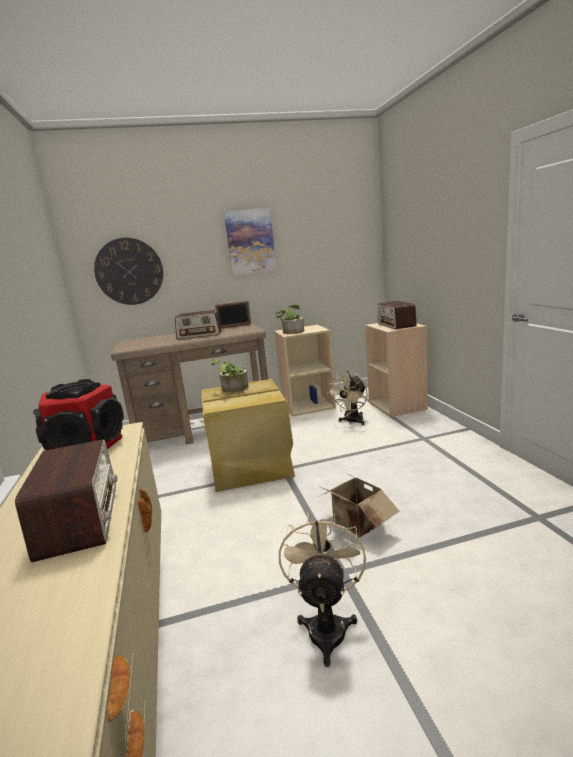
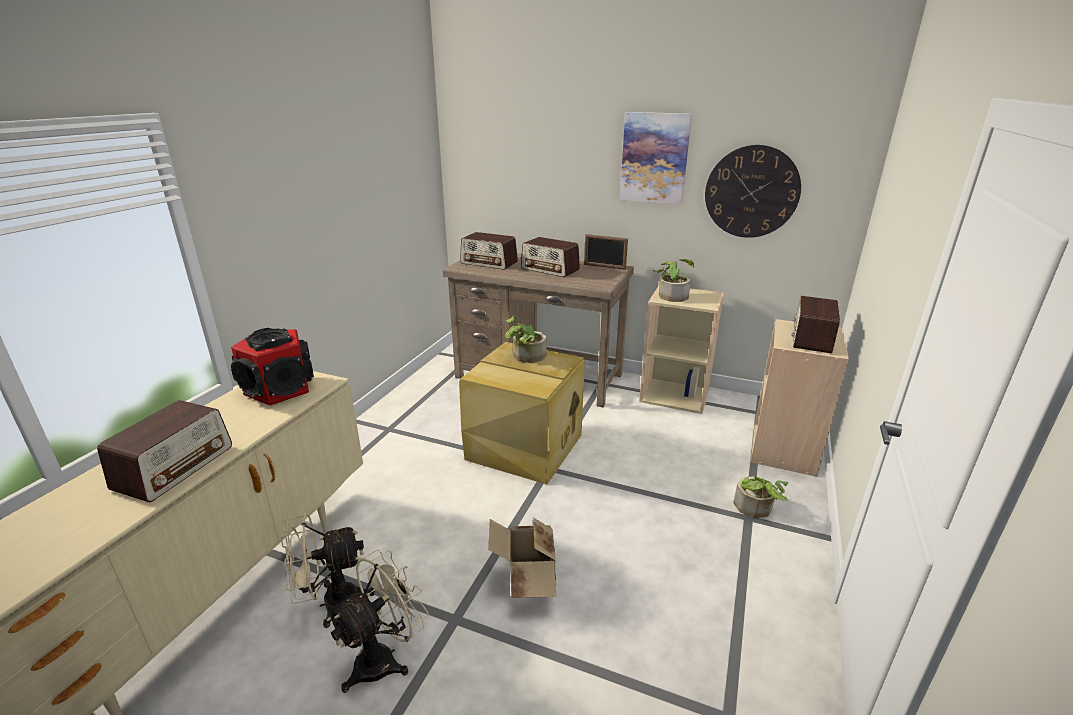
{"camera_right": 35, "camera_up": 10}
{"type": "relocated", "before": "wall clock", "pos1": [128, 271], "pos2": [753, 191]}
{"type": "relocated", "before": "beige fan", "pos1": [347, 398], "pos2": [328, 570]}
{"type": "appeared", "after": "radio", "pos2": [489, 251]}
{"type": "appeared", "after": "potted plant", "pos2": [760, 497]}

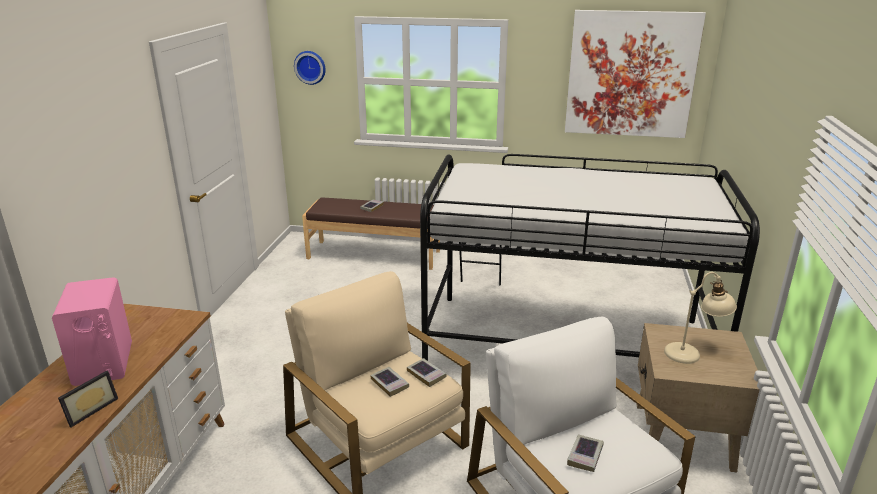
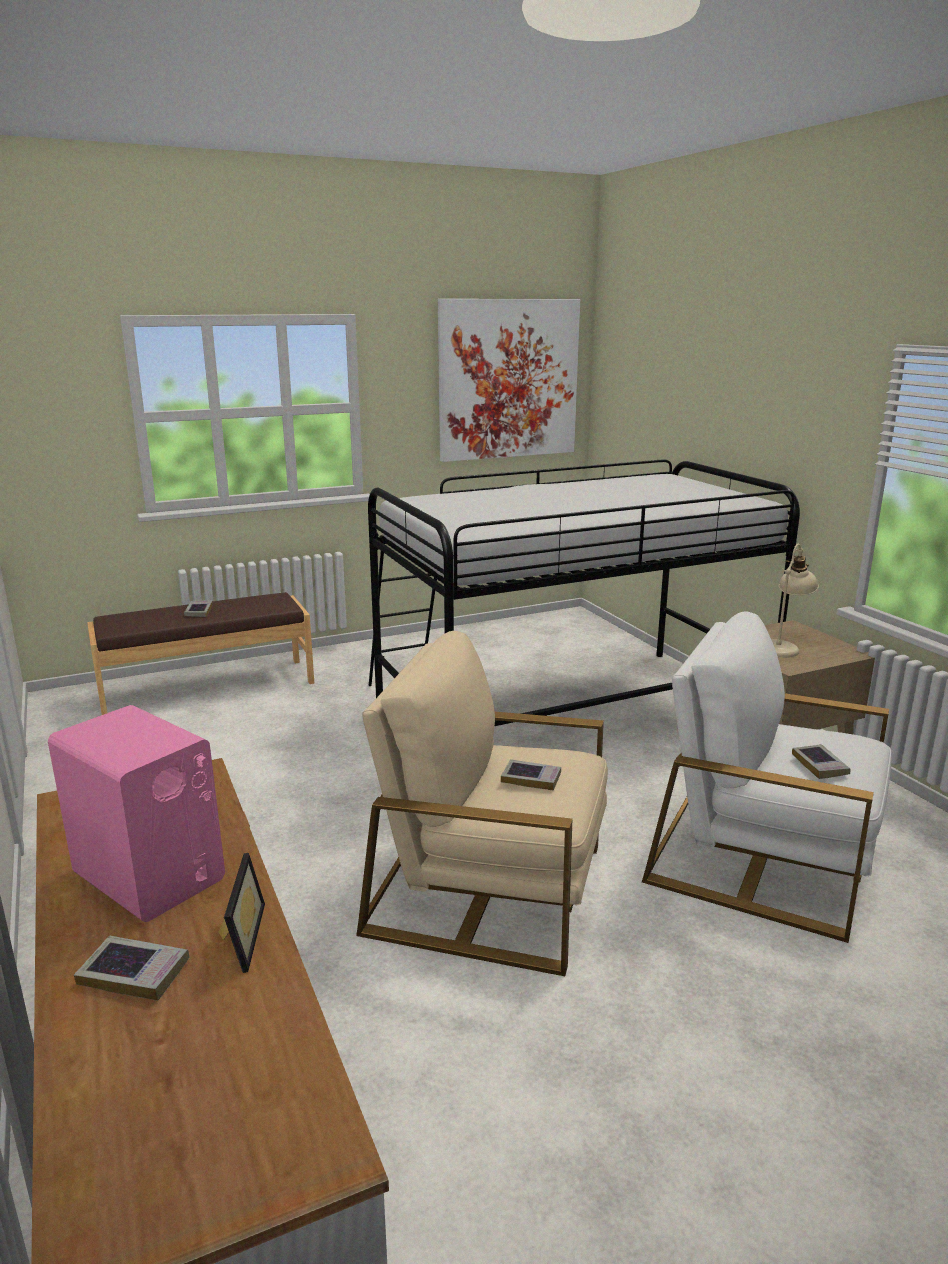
{"camera_right": -35, "camera_up": -5}
{"type": "missing", "before": "wall clock", "pos1": [310, 68]}
{"type": "relocated", "before": "book", "pos1": [427, 372], "pos2": [131, 968]}

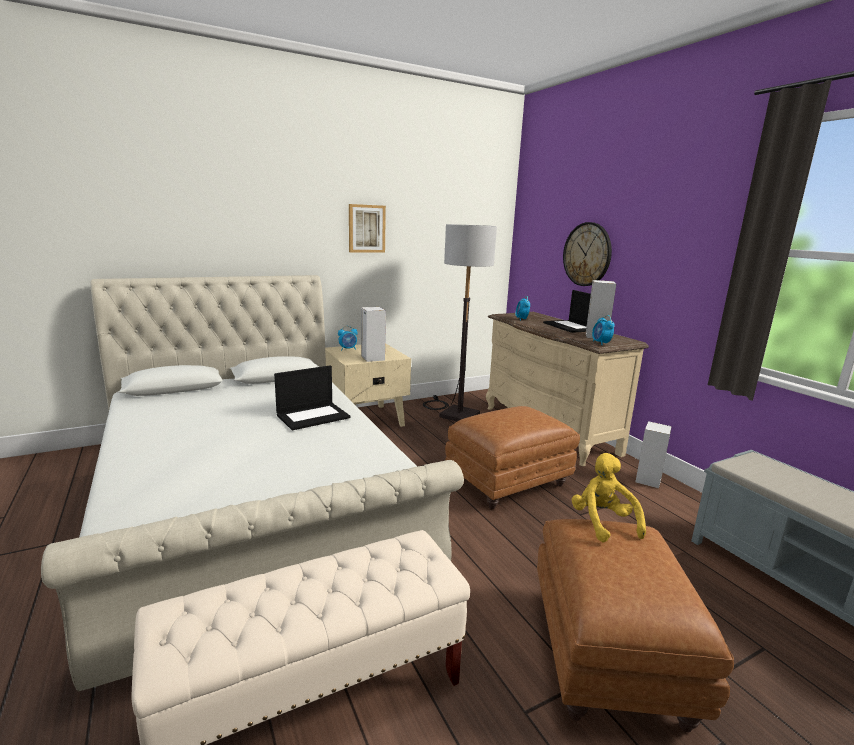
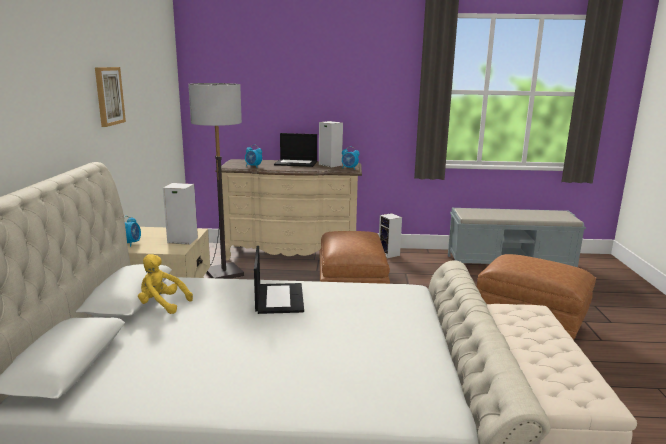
{"camera_right": -60, "camera_up": 0}
{"type": "missing", "before": "wall clock", "pos1": [587, 254]}
{"type": "relocated", "before": "yellow plush toy", "pos1": [609, 497], "pos2": [165, 284]}

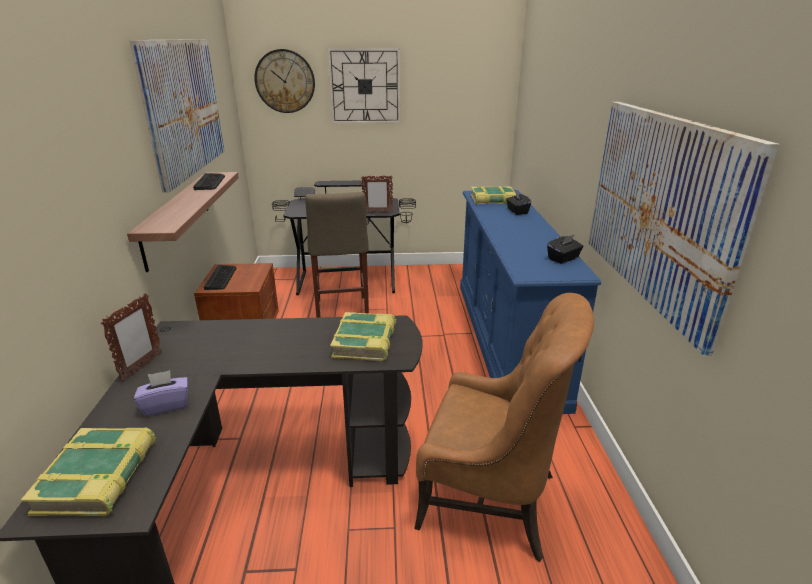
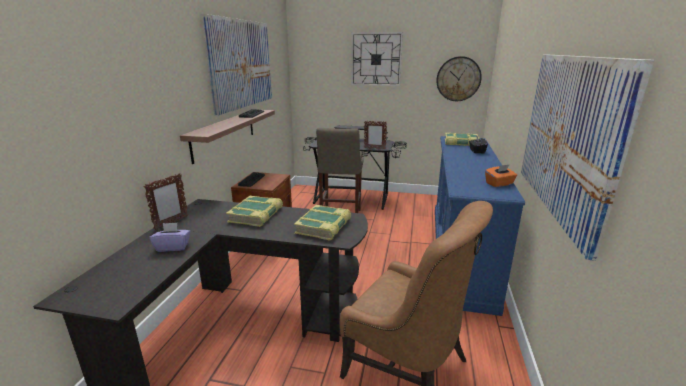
{"camera_right": 15, "camera_up": -5}
{"type": "relocated", "before": "book", "pos1": [88, 471], "pos2": [254, 211]}
{"type": "relocated", "before": "wall clock", "pos1": [284, 81], "pos2": [459, 78]}
{"type": "colour", "before": "black tissue box", "after": "orange tissue box", "pos1": [565, 249], "pos2": [501, 175]}

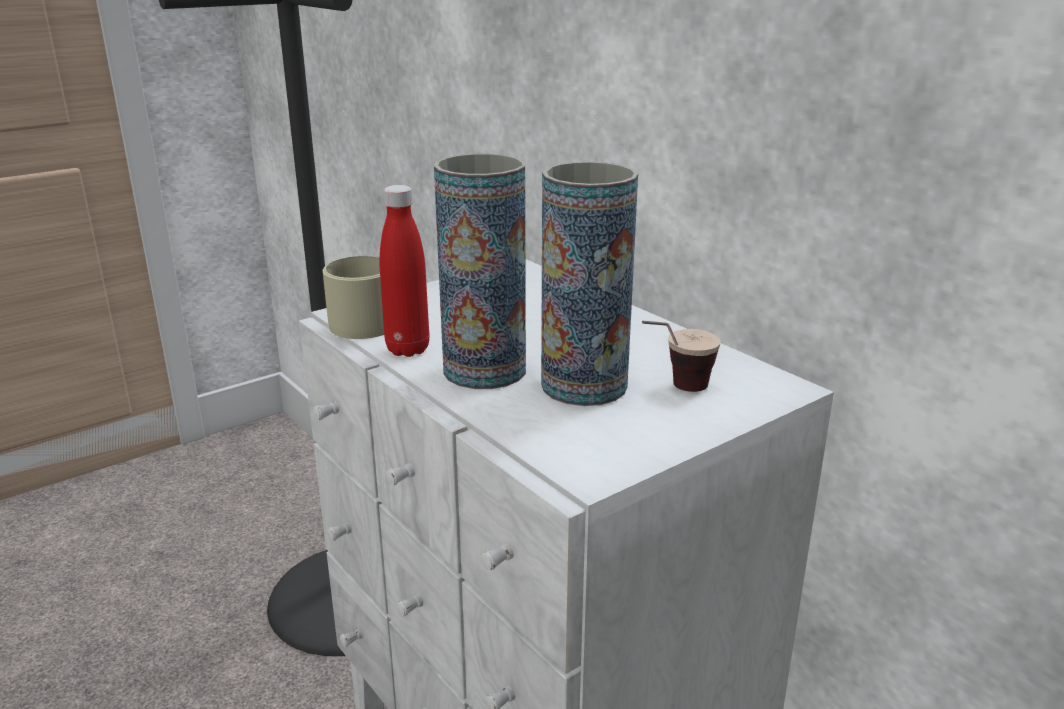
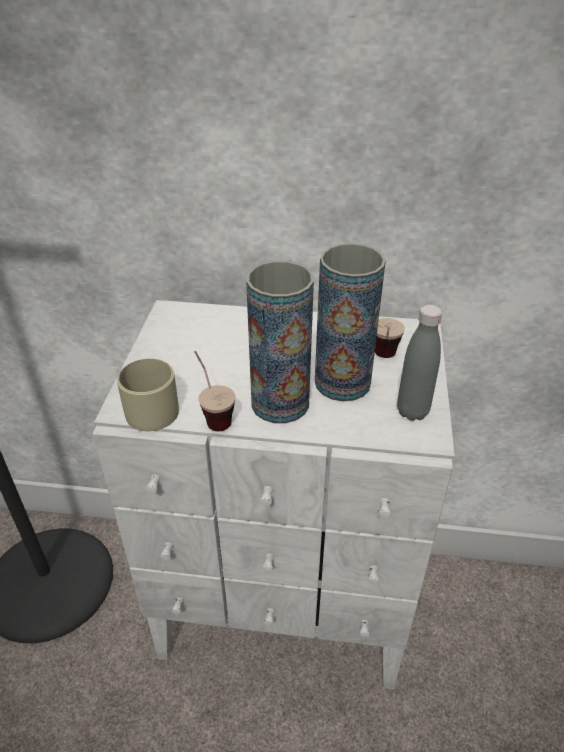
{"camera_right": -45, "camera_up": 15}
{"type": "exchanged", "before": "red bottle", "after": "cup", "pos1": [404, 271], "pos2": [215, 391]}
{"type": "appeared", "after": "grey bottle", "pos2": [419, 363]}

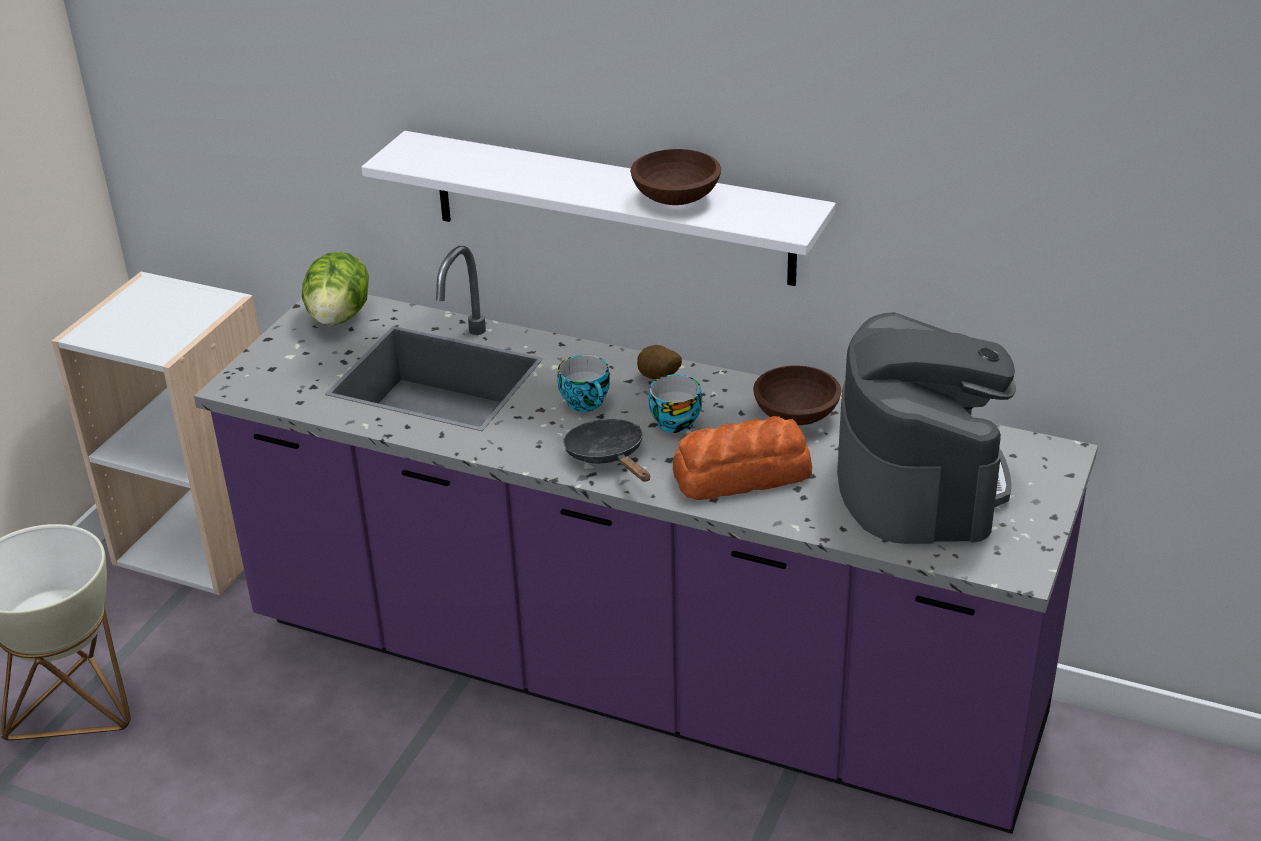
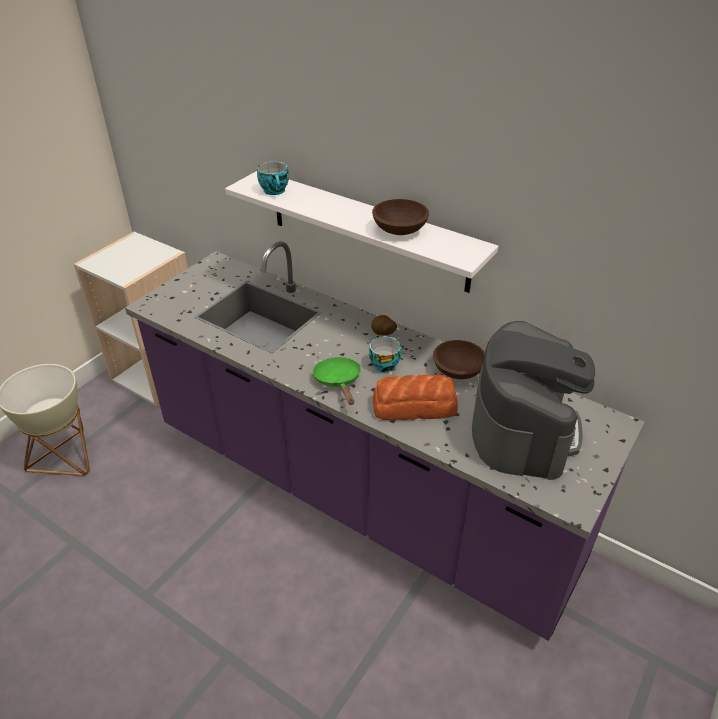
{"camera_right": 10, "camera_up": 5}
{"type": "missing", "before": "lettuce", "pos1": [335, 288]}
{"type": "relocated", "before": "cup", "pos1": [583, 383], "pos2": [273, 178]}
{"type": "colour", "before": "black frying pan", "after": "green frying pan", "pos1": [606, 450], "pos2": [336, 381]}

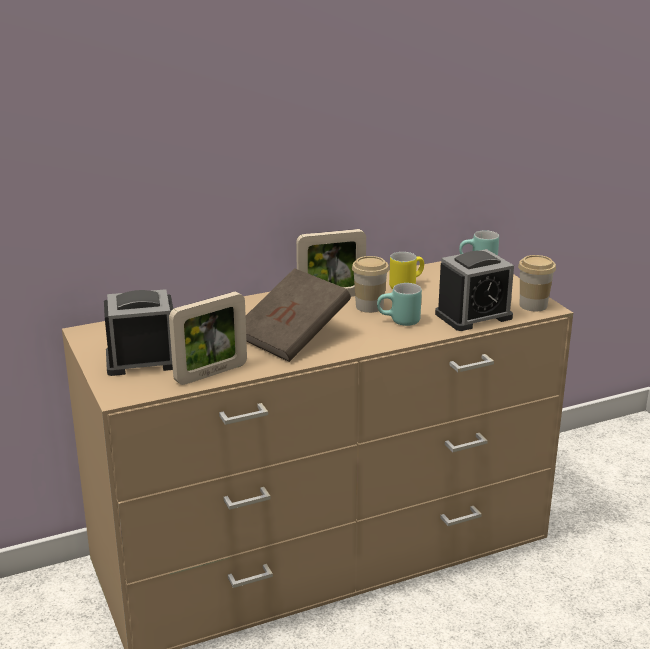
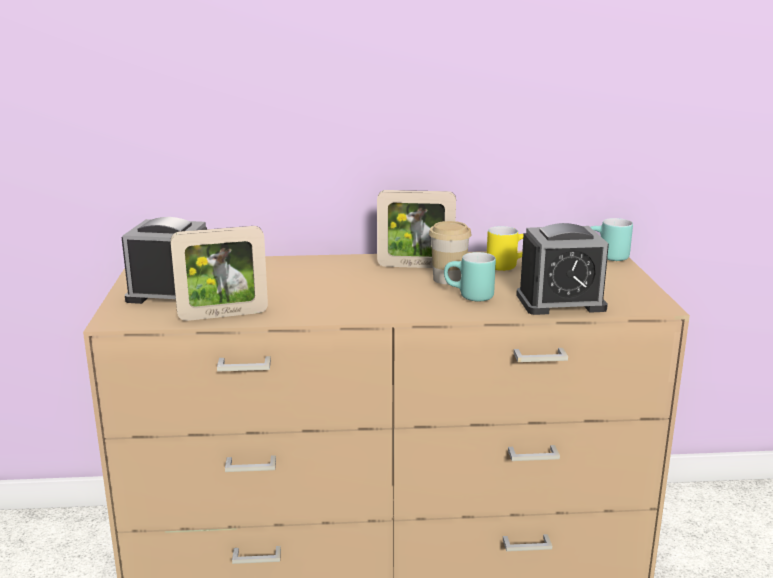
{"camera_right": 20, "camera_up": -5}
{"type": "missing", "before": "brown book", "pos1": [298, 315]}
{"type": "missing", "before": "cup", "pos1": [537, 283]}

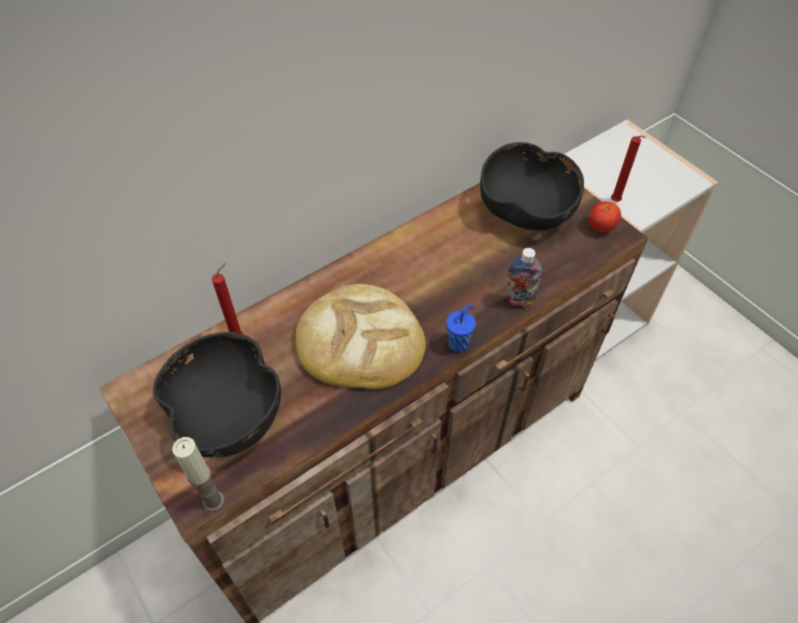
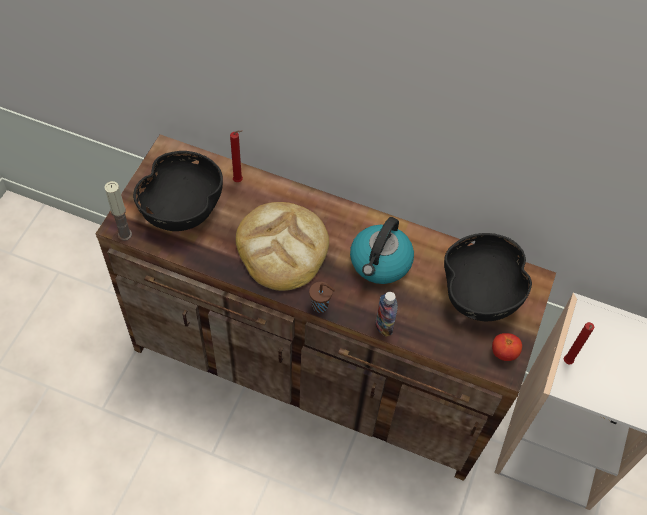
{"camera_right": 55, "camera_up": 5}
{"type": "colour", "before": "blue cup", "after": "brown cup", "pos1": [461, 328], "pos2": [322, 297]}
{"type": "appeared", "after": "kettle", "pos2": [382, 250]}

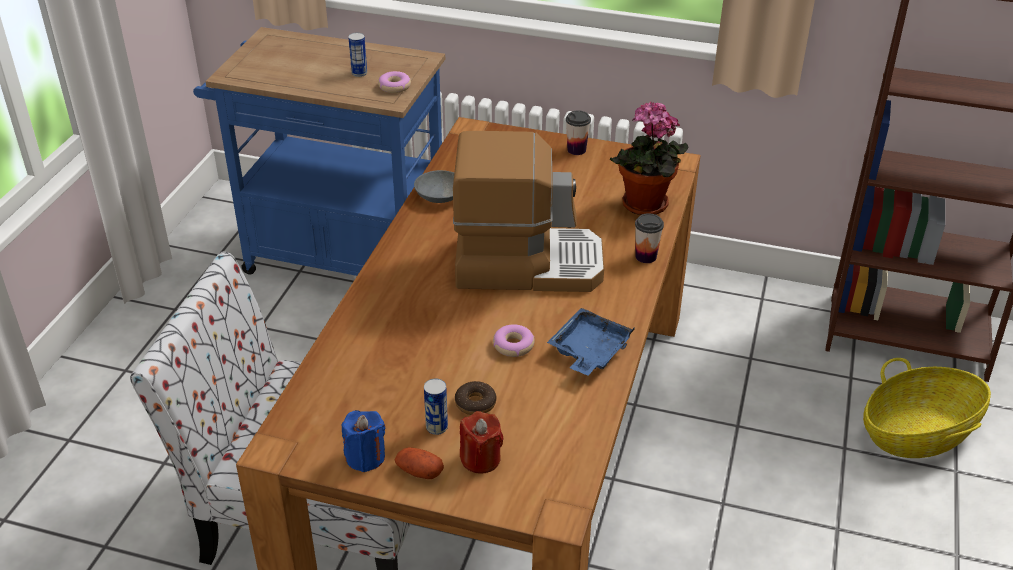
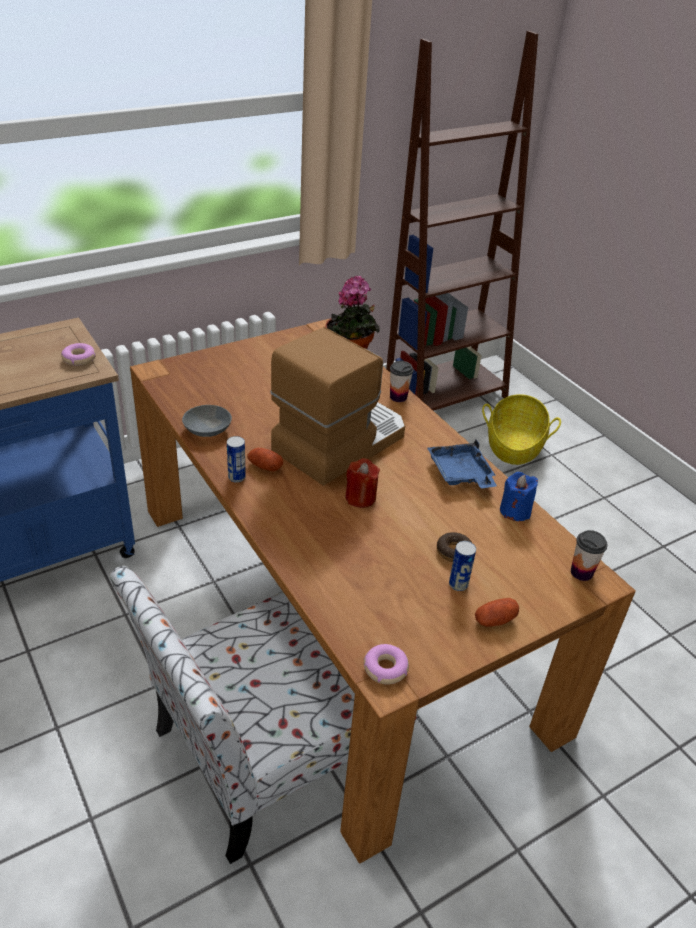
{"camera_right": -50, "camera_up": 0}
{"type": "relocated", "before": "blue candle", "pos1": [363, 441], "pos2": [519, 496]}
{"type": "relocated", "before": "can", "pos1": [357, 55], "pos2": [236, 459]}
{"type": "relocated", "before": "red candle", "pos1": [482, 442], "pos2": [362, 483]}
{"type": "relocated", "before": "donut", "pos1": [514, 340], "pos2": [386, 664]}
{"type": "relocated", "before": "cup", "pos1": [578, 132], "pos2": [589, 555]}
{"type": "appeared", "after": "potato", "pos2": [265, 459]}

